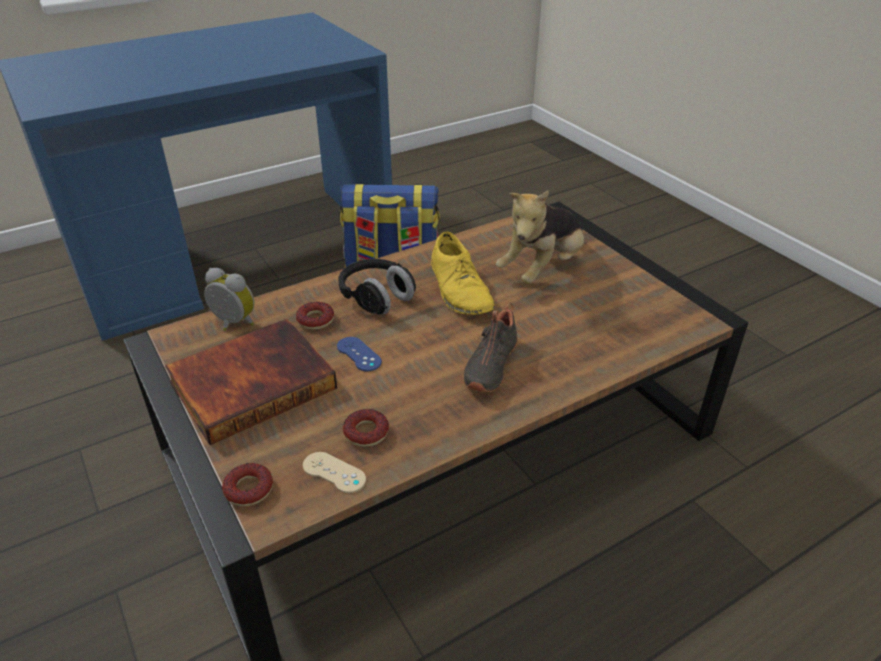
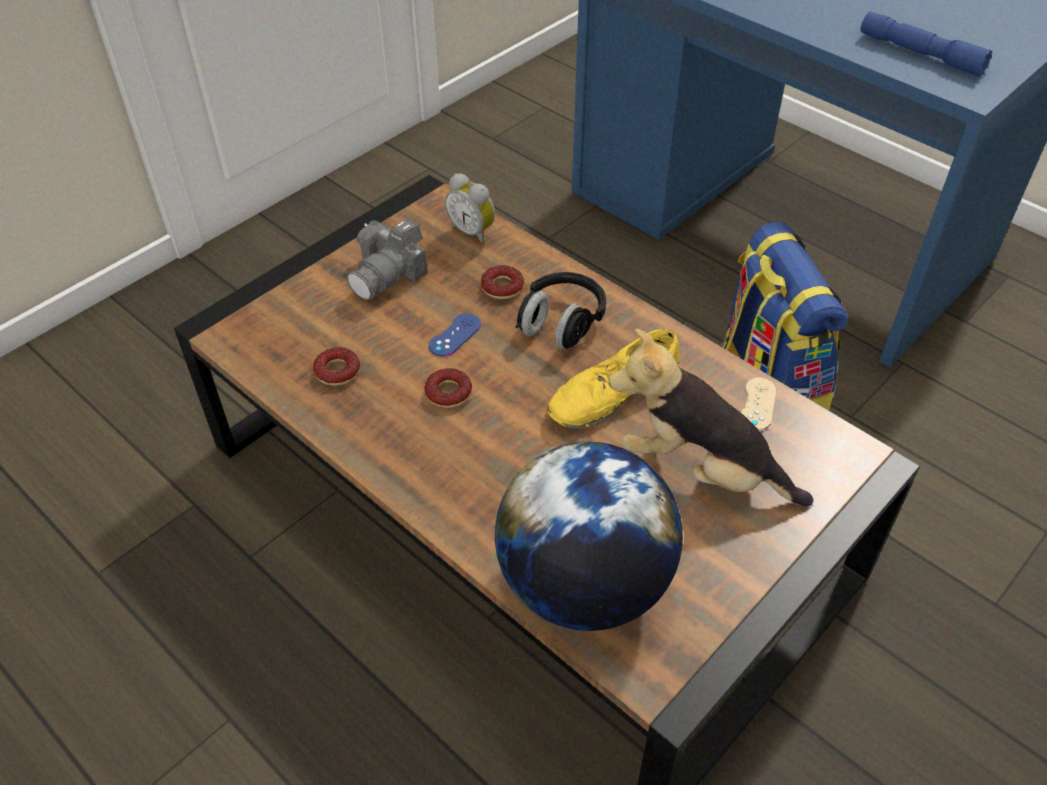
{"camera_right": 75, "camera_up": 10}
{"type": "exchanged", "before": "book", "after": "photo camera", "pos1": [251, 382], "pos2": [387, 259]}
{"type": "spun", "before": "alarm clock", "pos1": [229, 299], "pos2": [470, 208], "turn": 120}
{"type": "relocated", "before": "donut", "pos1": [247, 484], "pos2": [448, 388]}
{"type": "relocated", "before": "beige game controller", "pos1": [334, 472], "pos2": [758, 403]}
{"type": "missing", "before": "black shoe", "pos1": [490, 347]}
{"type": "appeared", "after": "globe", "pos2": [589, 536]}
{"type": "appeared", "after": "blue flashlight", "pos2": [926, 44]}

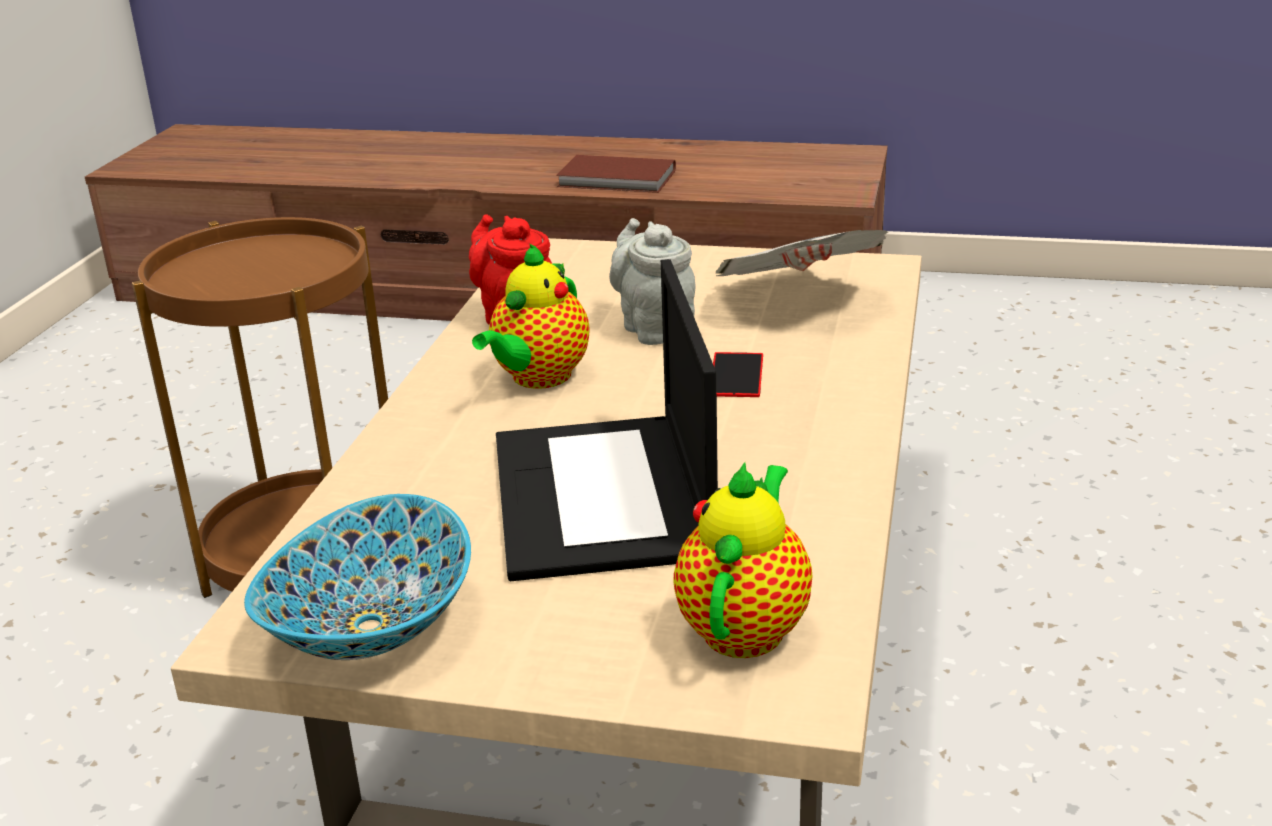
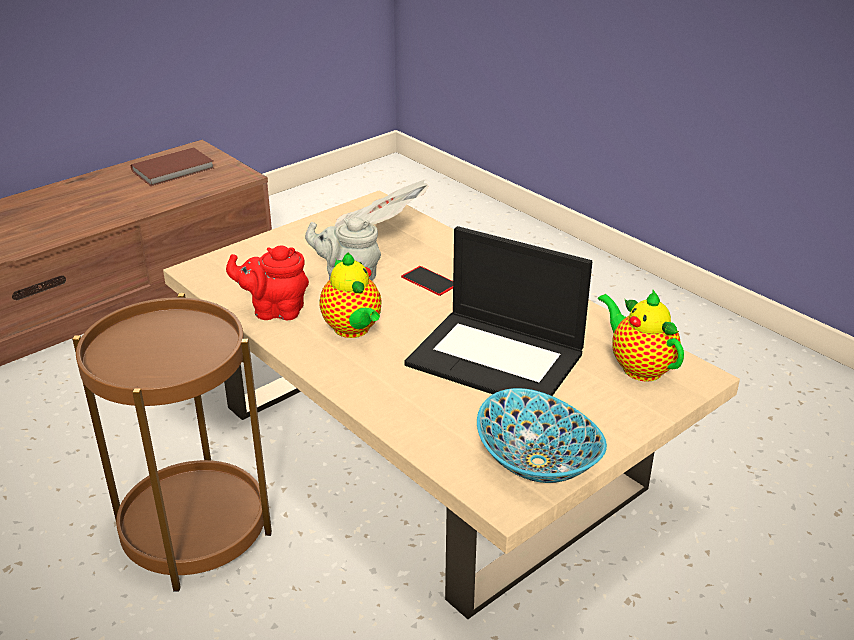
{"camera_right": -55, "camera_up": 5}
{"type": "relocated", "before": "brown book", "pos1": [616, 174], "pos2": [172, 166]}

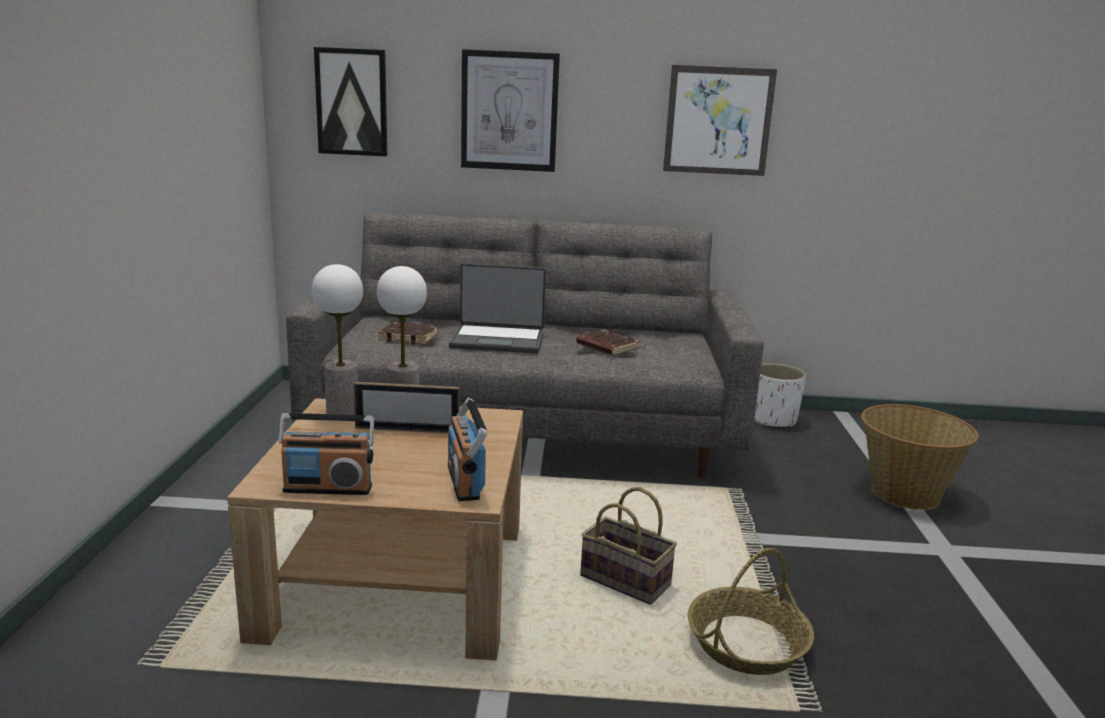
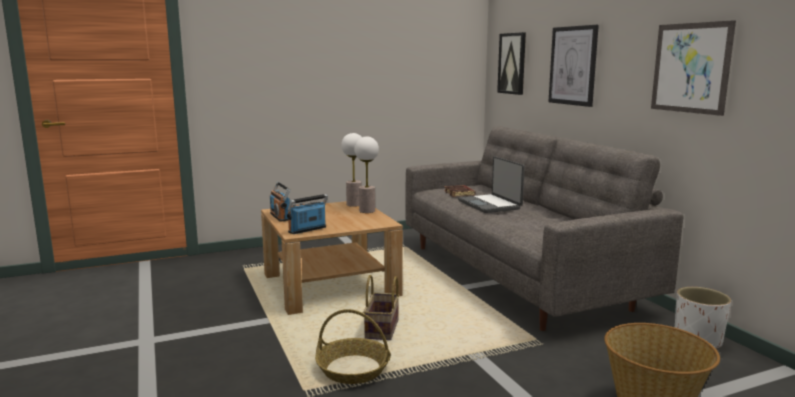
{"camera_right": 65, "camera_up": -5}
{"type": "missing", "before": "picture frame", "pos1": [407, 407]}
{"type": "missing", "before": "brown book", "pos1": [608, 343]}

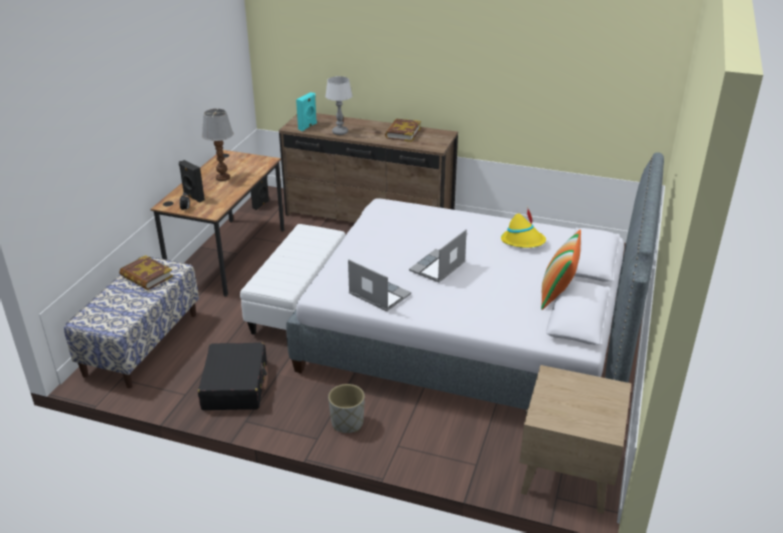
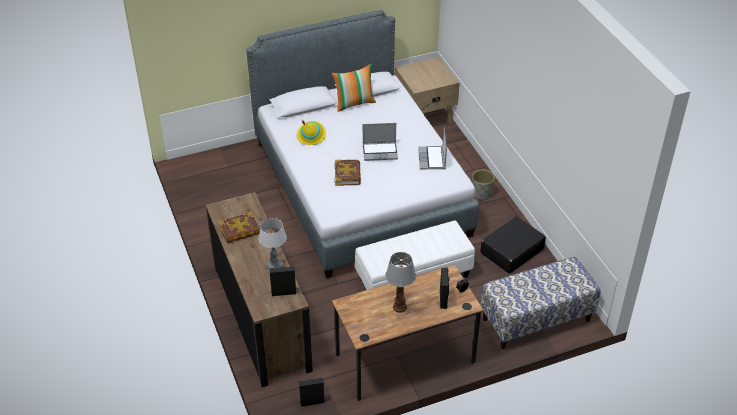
{"camera_right": -130, "camera_up": 10}
{"type": "relocated", "before": "book", "pos1": [146, 272], "pos2": [348, 173]}
{"type": "colour", "before": "turquoise speaker", "after": "black speaker", "pos1": [306, 111], "pos2": [282, 281]}

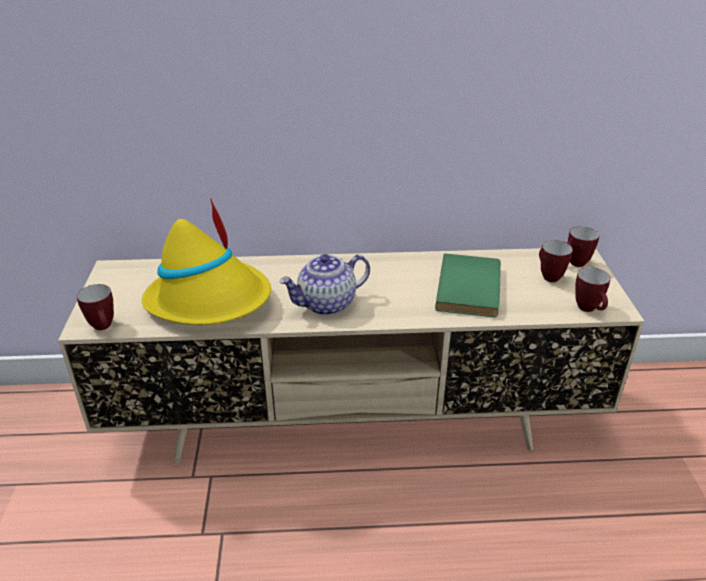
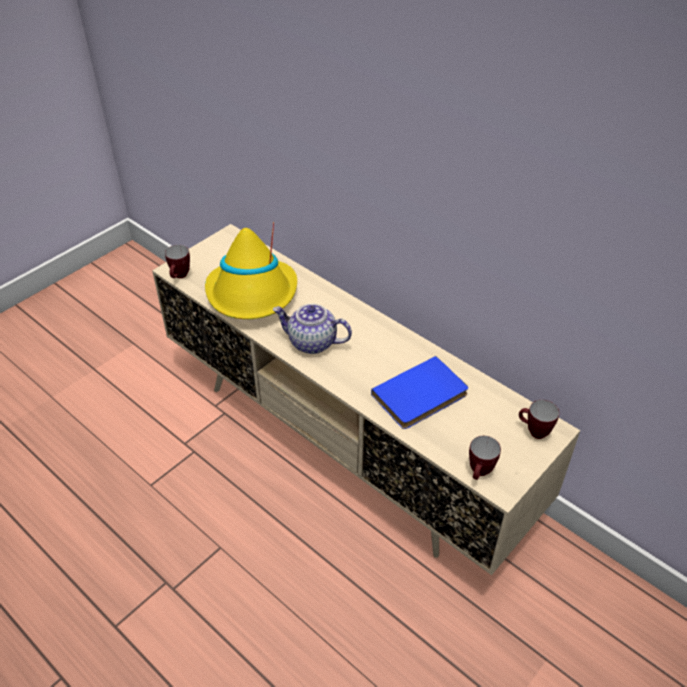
{"camera_right": 45, "camera_up": 10}
{"type": "colour", "before": "green book", "after": "blue book", "pos1": [468, 285], "pos2": [419, 392]}
{"type": "missing", "before": "mug", "pos1": [556, 261]}

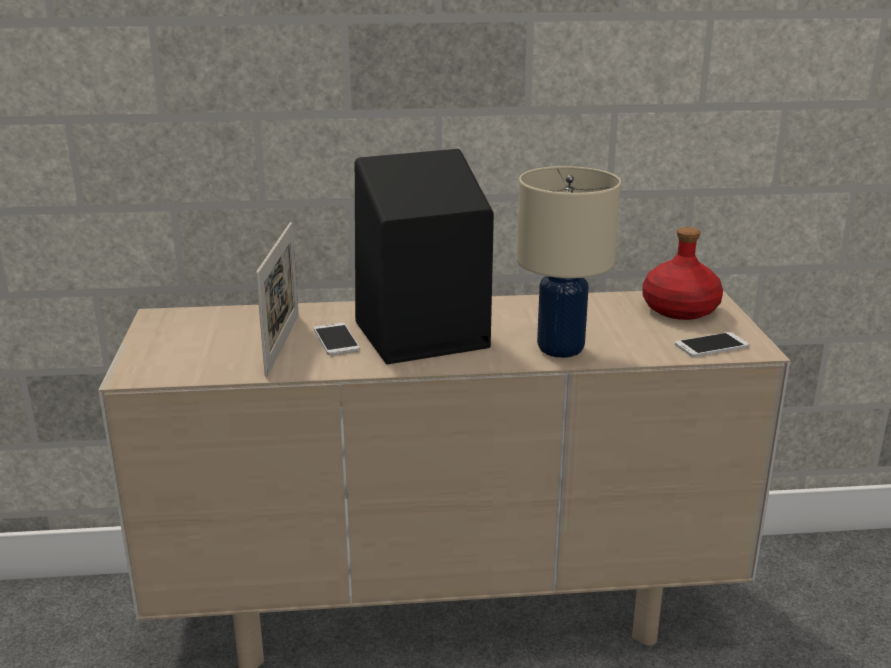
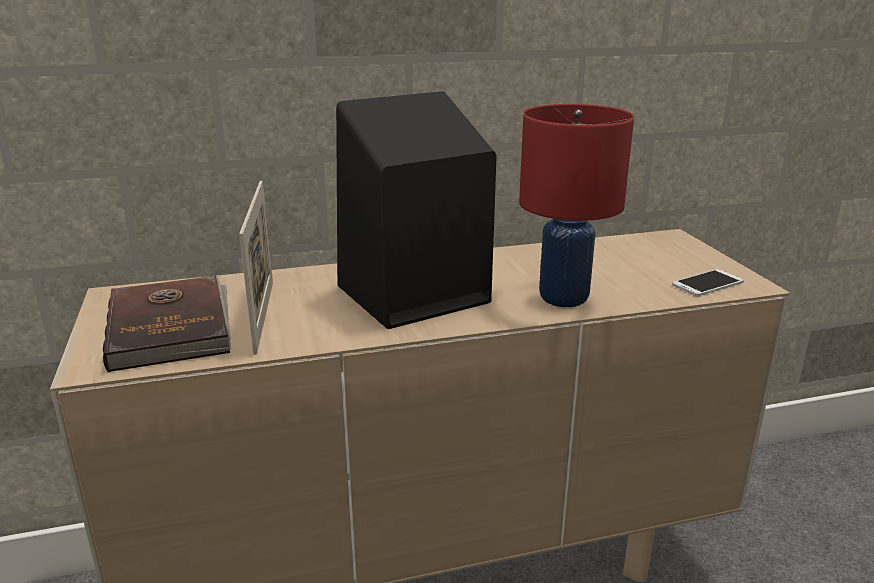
{"camera_right": -10, "camera_up": 0}
{"type": "missing", "before": "phone", "pos1": [337, 339]}
{"type": "colour", "before": "beige table lamp", "after": "red table lamp", "pos1": [569, 262], "pos2": [576, 205]}
{"type": "missing", "before": "red bottle", "pos1": [683, 273]}
{"type": "appeared", "after": "brown book", "pos2": [167, 324]}

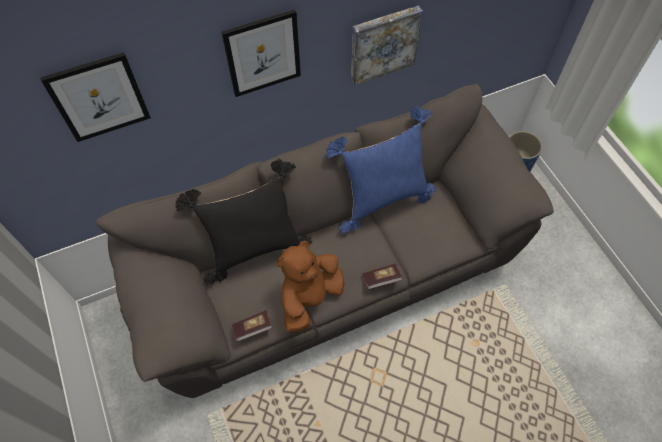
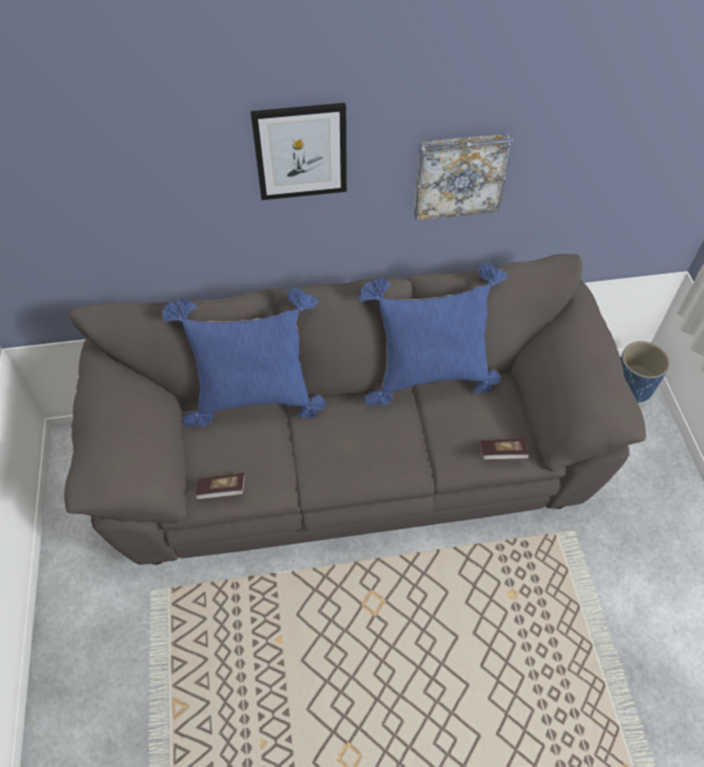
{"camera_right": 15, "camera_up": -5}
{"type": "missing", "before": "picture", "pos1": [95, 97]}
{"type": "colour", "before": "black pillow", "after": "blue pillow", "pos1": [244, 222], "pos2": [244, 357]}
{"type": "missing", "before": "brown plush toy", "pos1": [310, 287]}
{"type": "relocated", "before": "book", "pos1": [382, 276], "pos2": [505, 449]}

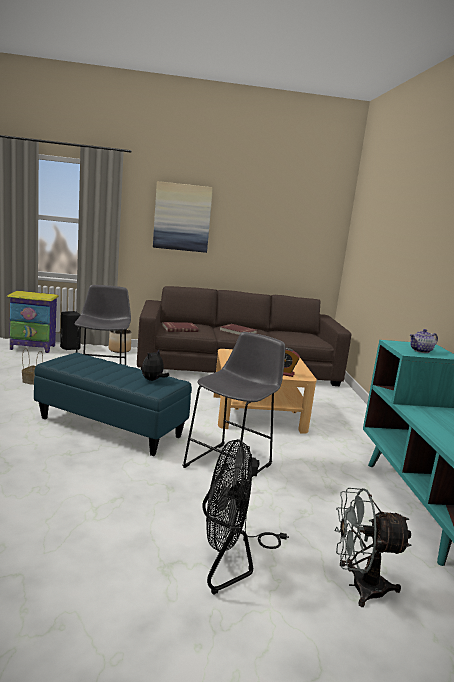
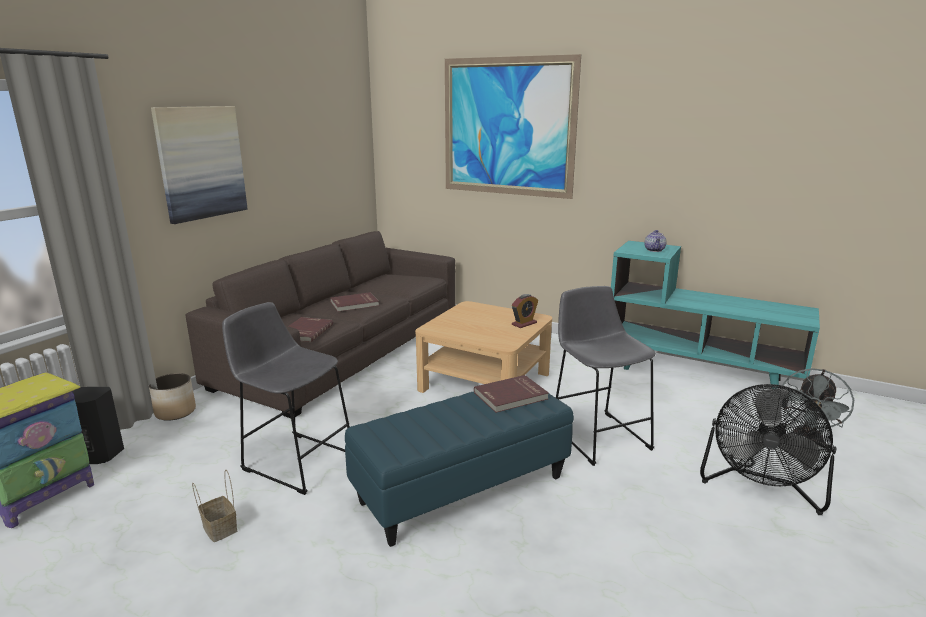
{"camera_right": -55, "camera_up": 5}
{"type": "exchanged", "before": "plush toy", "after": "red book", "pos1": [155, 365], "pos2": [511, 394]}
{"type": "appeared", "after": "picture", "pos2": [513, 126]}

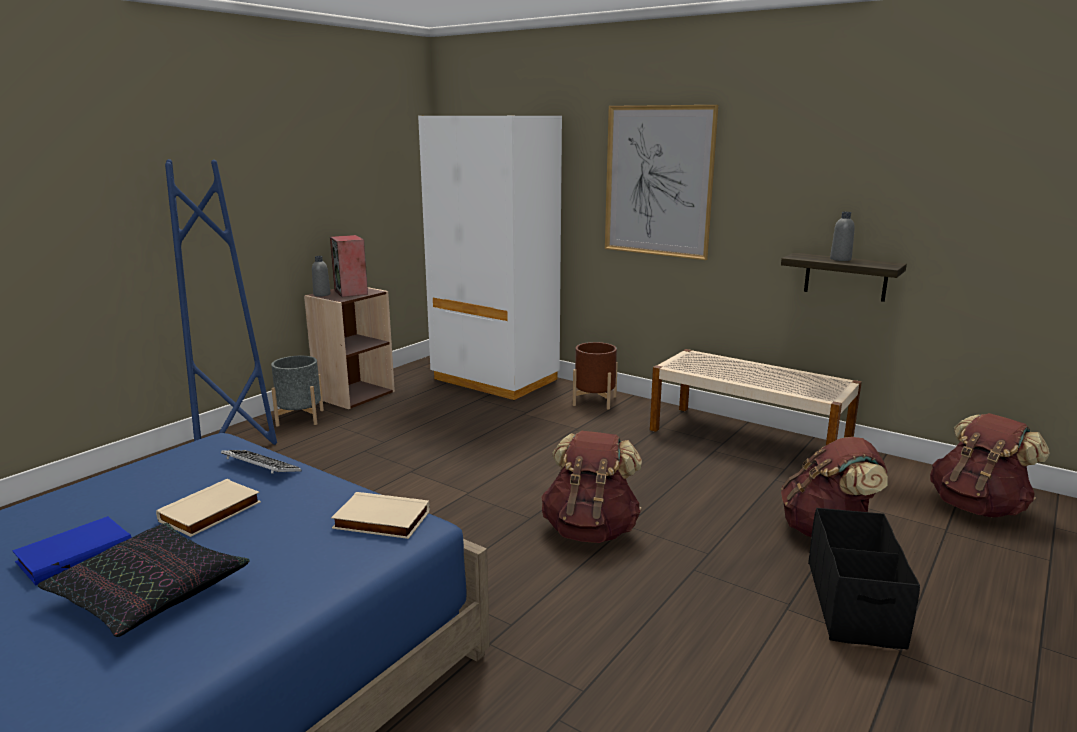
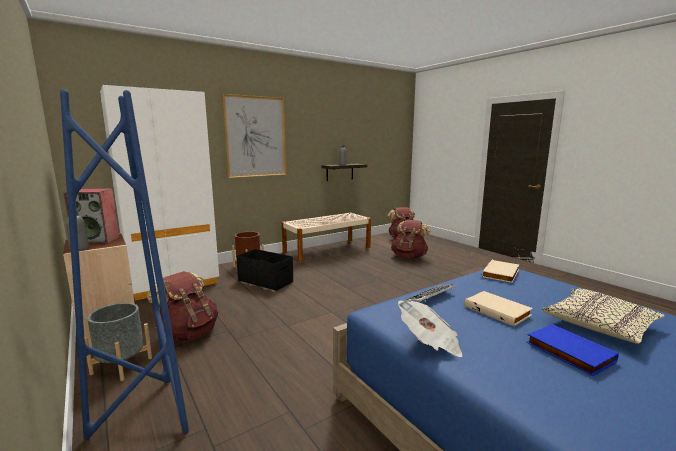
{"camera_right": -70, "camera_up": -5}
{"type": "colour", "before": "black pillow", "after": "beige pillow", "pos1": [143, 580], "pos2": [603, 316]}
{"type": "relocated", "before": "brown backpack", "pos1": [591, 487], "pos2": [182, 306]}
{"type": "relocated", "before": "black storage box", "pos1": [864, 578], "pos2": [265, 270]}
{"type": "appeared", "after": "newspaper", "pos2": [430, 328]}

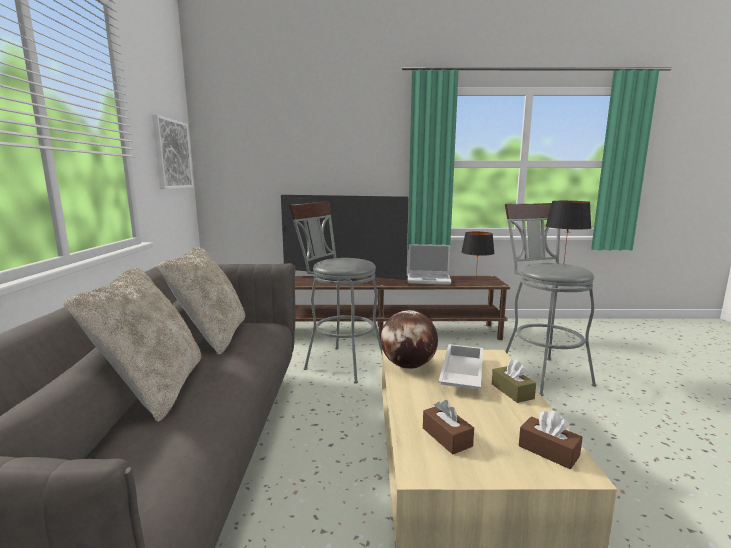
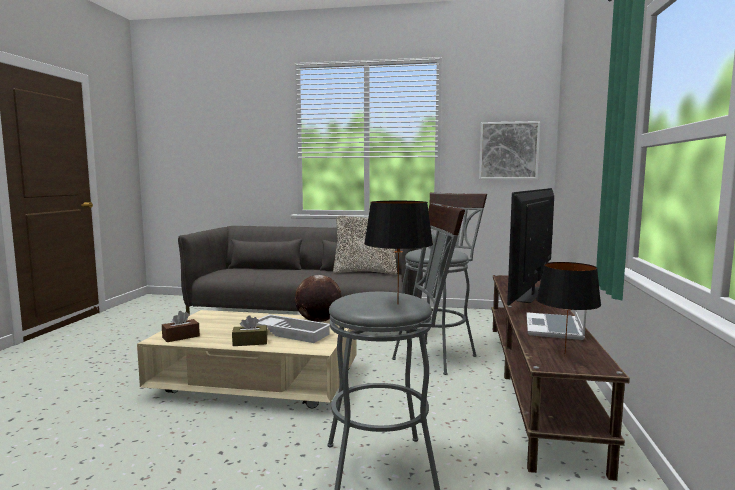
{"camera_right": 100, "camera_up": -5}
{"type": "missing", "before": "beige pillow", "pos1": [132, 345]}
{"type": "missing", "before": "brown tissue box", "pos1": [448, 427]}

